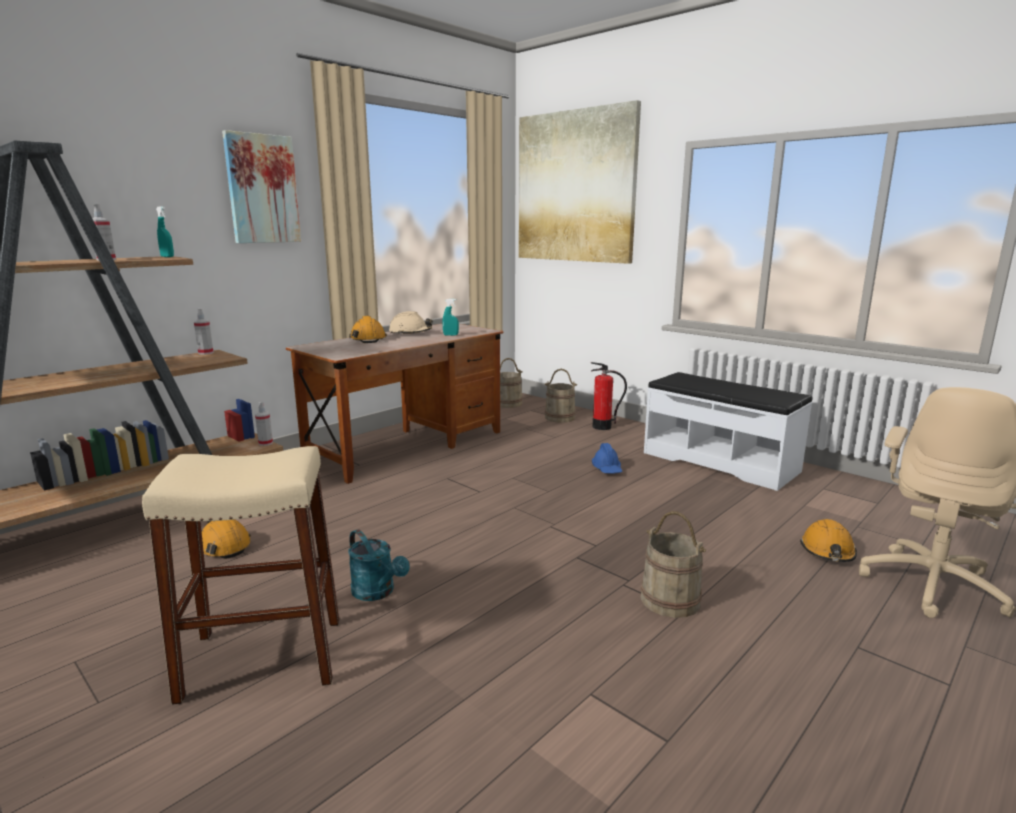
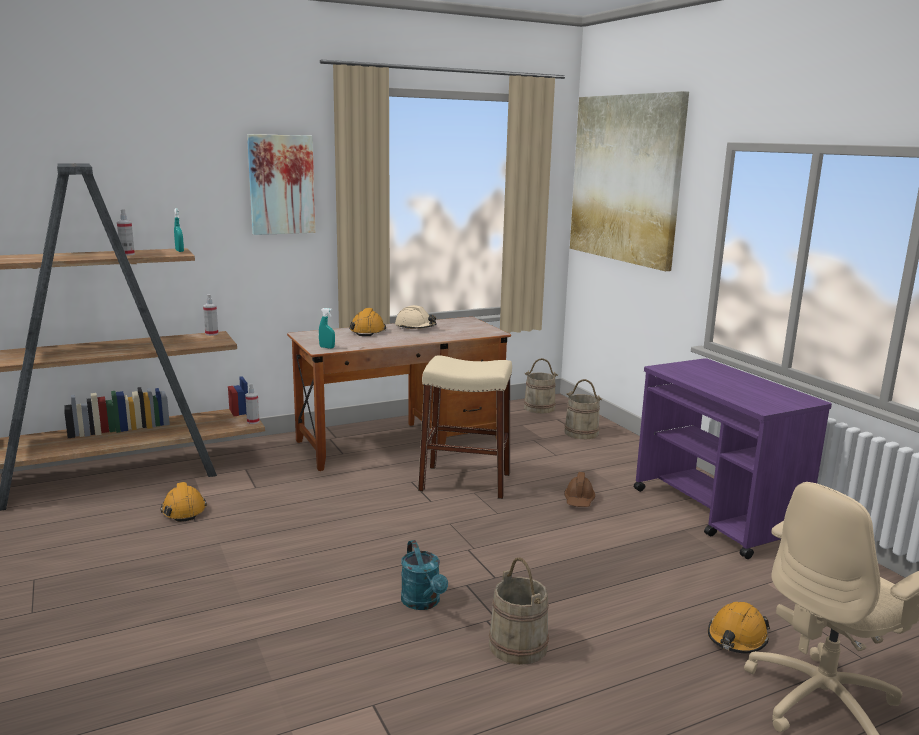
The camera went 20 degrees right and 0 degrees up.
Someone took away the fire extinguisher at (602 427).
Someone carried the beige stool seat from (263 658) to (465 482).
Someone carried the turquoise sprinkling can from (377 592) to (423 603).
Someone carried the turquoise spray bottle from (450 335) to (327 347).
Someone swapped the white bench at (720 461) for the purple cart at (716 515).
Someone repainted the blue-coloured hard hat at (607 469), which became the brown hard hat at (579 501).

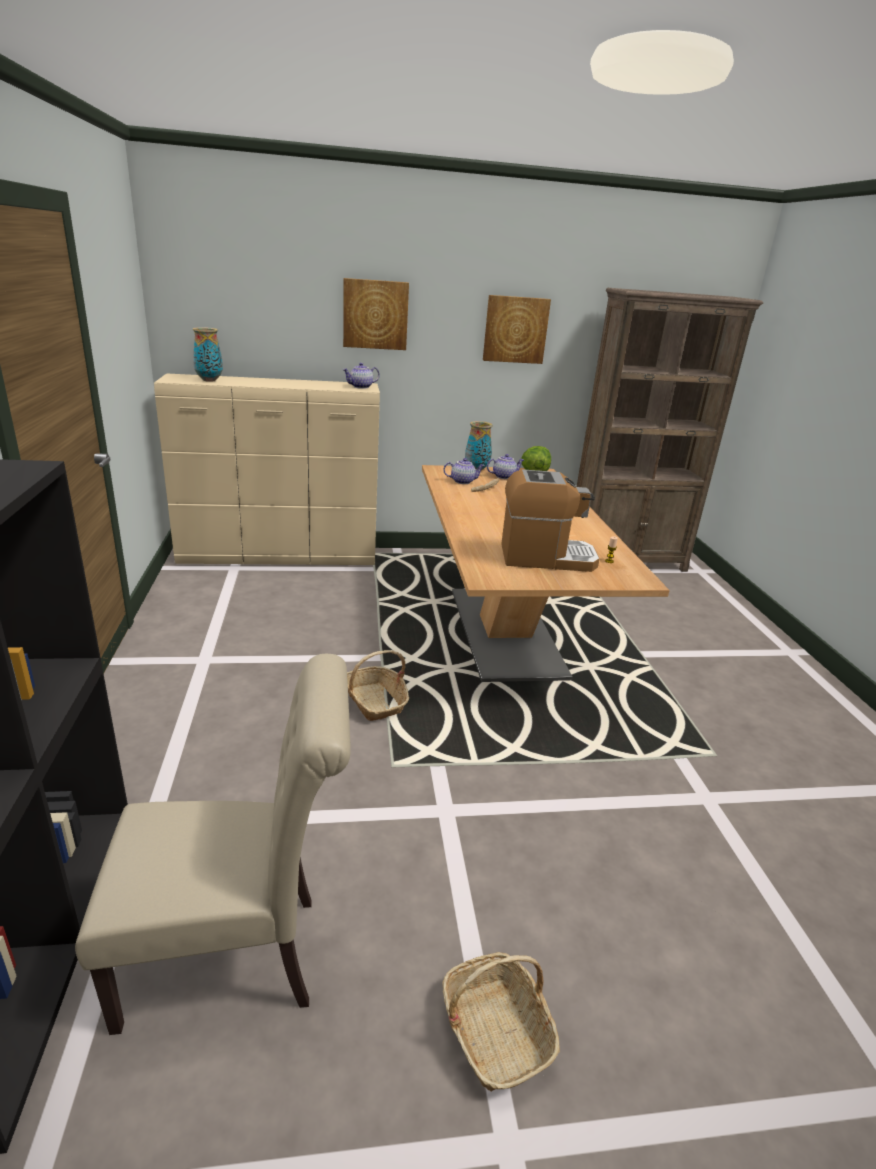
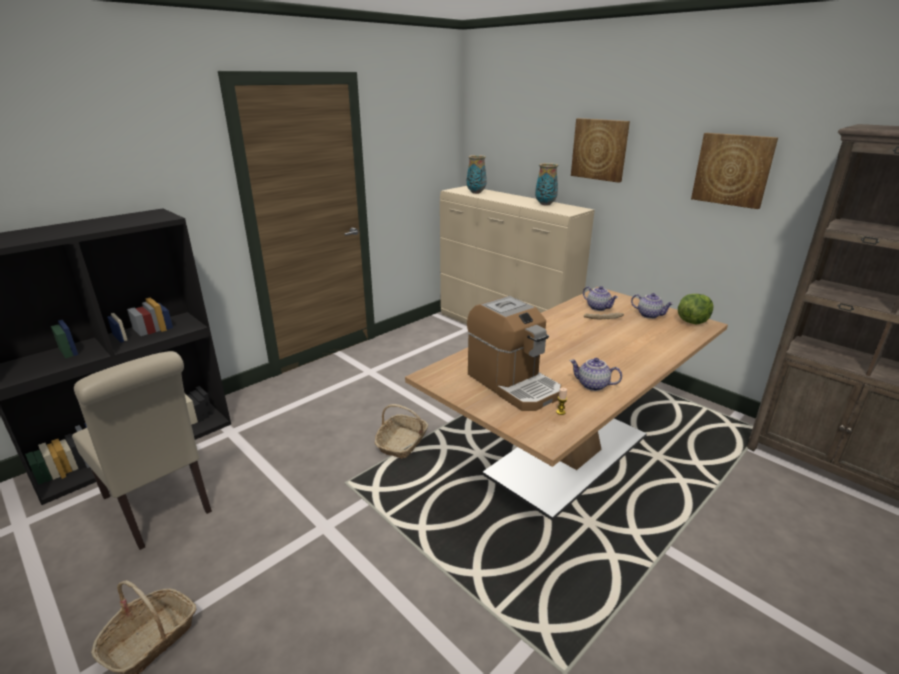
The camera went 55 degrees right and 0 degrees up.
Someone carried the pot for tea from (361 387) to (592 385).
Someone carried the vase from (477 469) to (545 204).

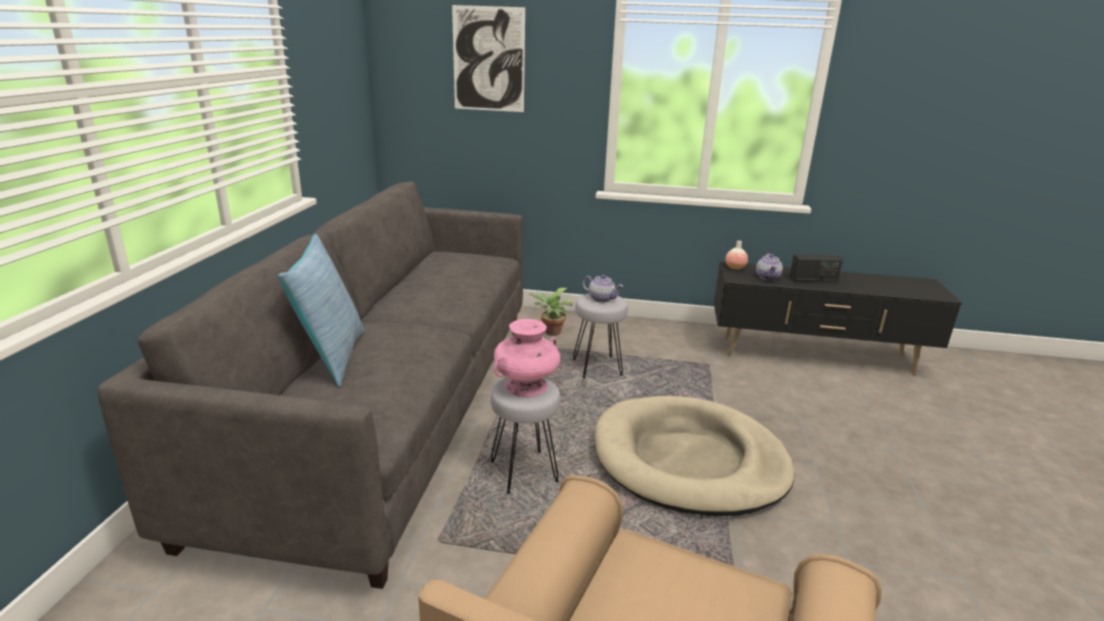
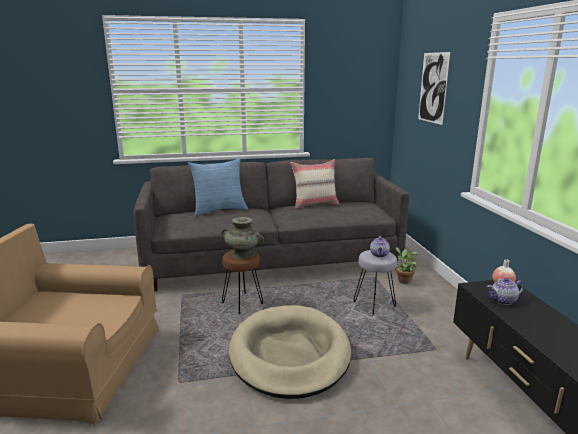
The camera went 70 degrees right and 5 degrees down.
Someone took away the radio at (813 279).
Someone put down the beige throw pillow at (315 204).
Someone repainted the gray stool seat at (524 471), which became the brown stool seat at (243 303).
Someone repainted the pink vase at (525 386), which became the turquoise vase at (242 254).

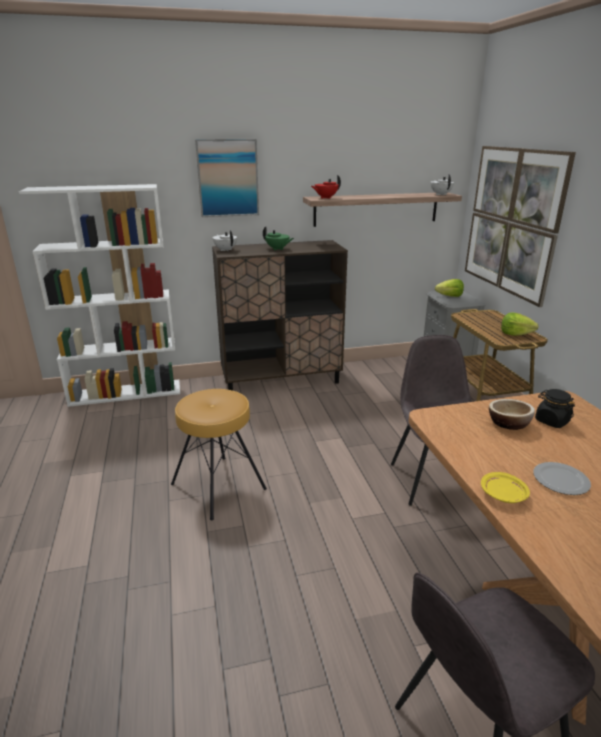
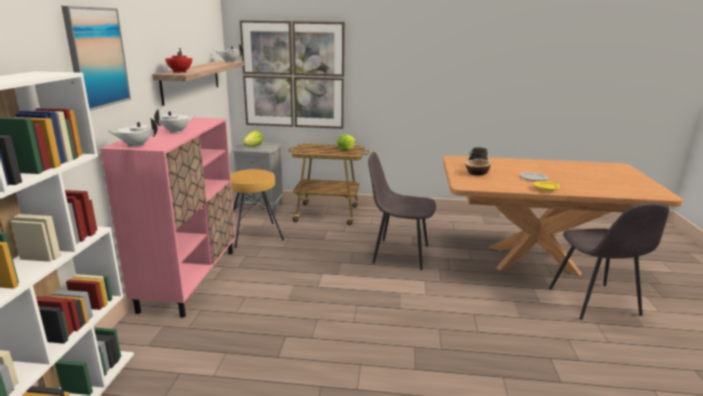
The camera went 70 degrees left and 5 degrees down.
Someone carried the brown stool seat from (219 486) to (254 234).
Someone repainted the brown cabinet at (281 380), which became the pink cabinet at (190 279).
Someone repainted the greenish pot for tea at (277 249), which became the white pot for tea at (176 131).

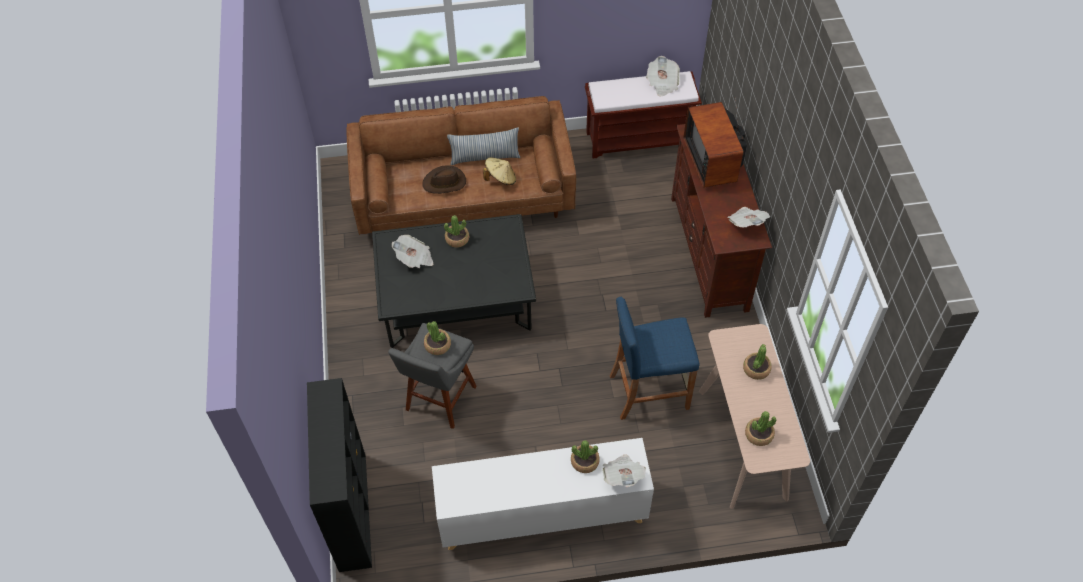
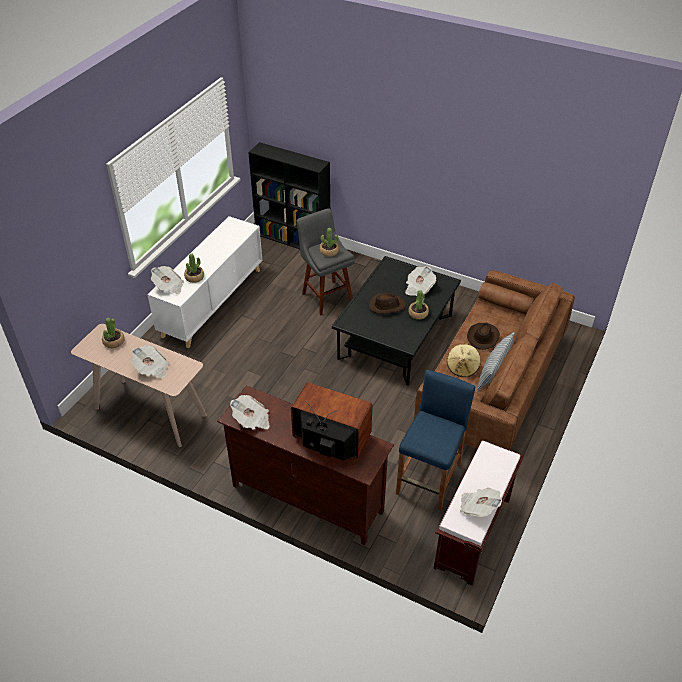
The camera went 125 degrees right and 10 degrees down.
Someone put down the brown wearable hat at (387 305).
Someone carried the blue-coloured stool seat from (649 391) to (429 479).
Someone swapped the plant in a pot at (756 369) for the newspaper at (152 369).

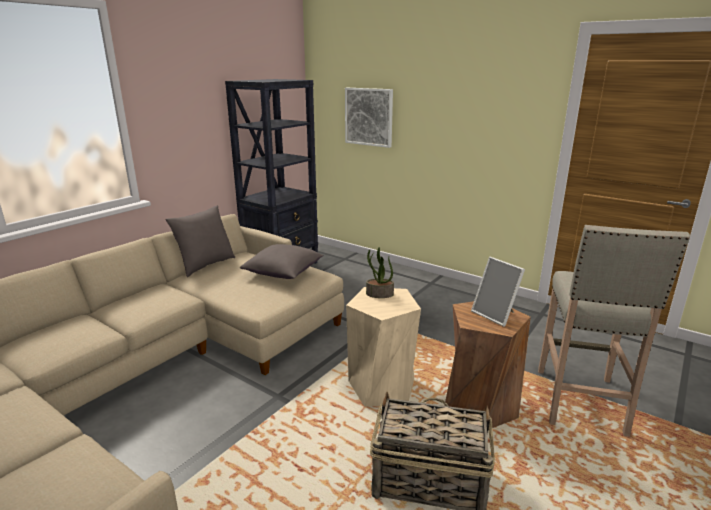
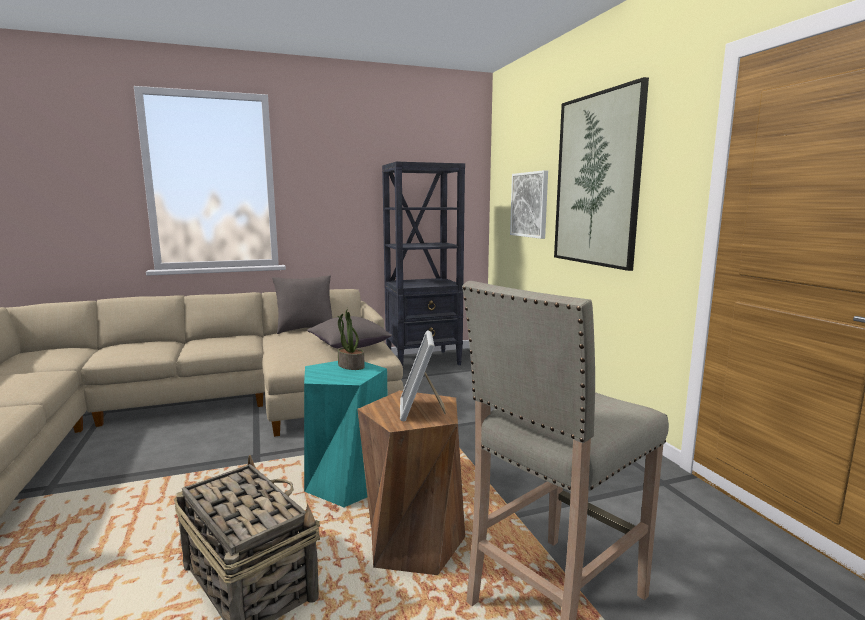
The camera went 35 degrees right and 10 degrees down.
Someone put up the picture at (596 180).
Someone repainted the beige stool seat at (382 387), which became the turquoise stool seat at (347 483).

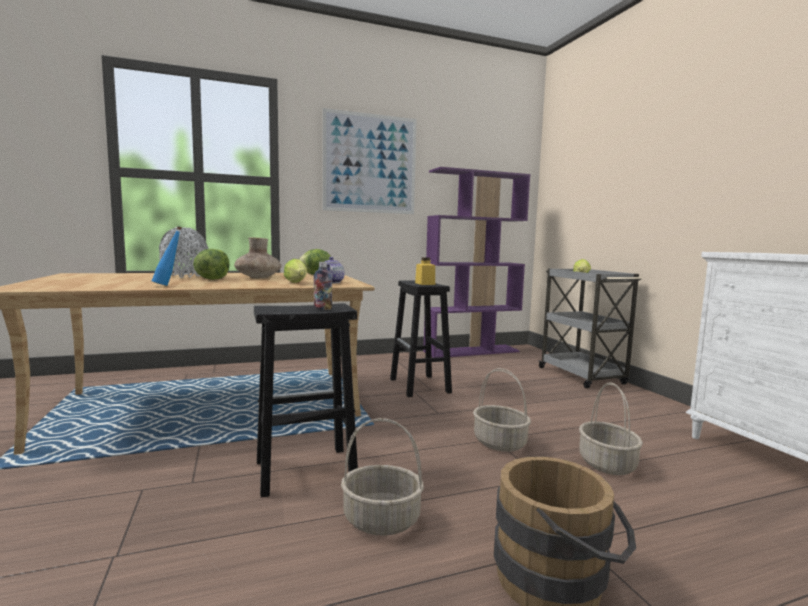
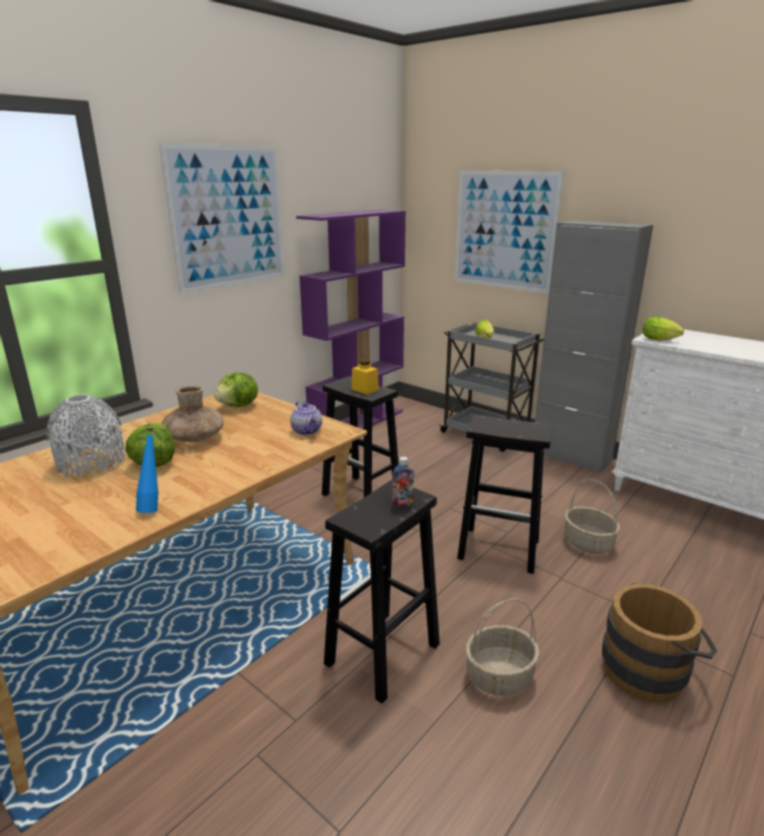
The camera went 30 degrees left and 15 degrees up.
Someone put up the picture at (504 231).
Someone put down the gray cabinet at (571 456).
Someone carried the lettuce from (297 283) to (661 340).
Someone swapped the household basket at (500 443) for the blackish stool seat at (500 549).

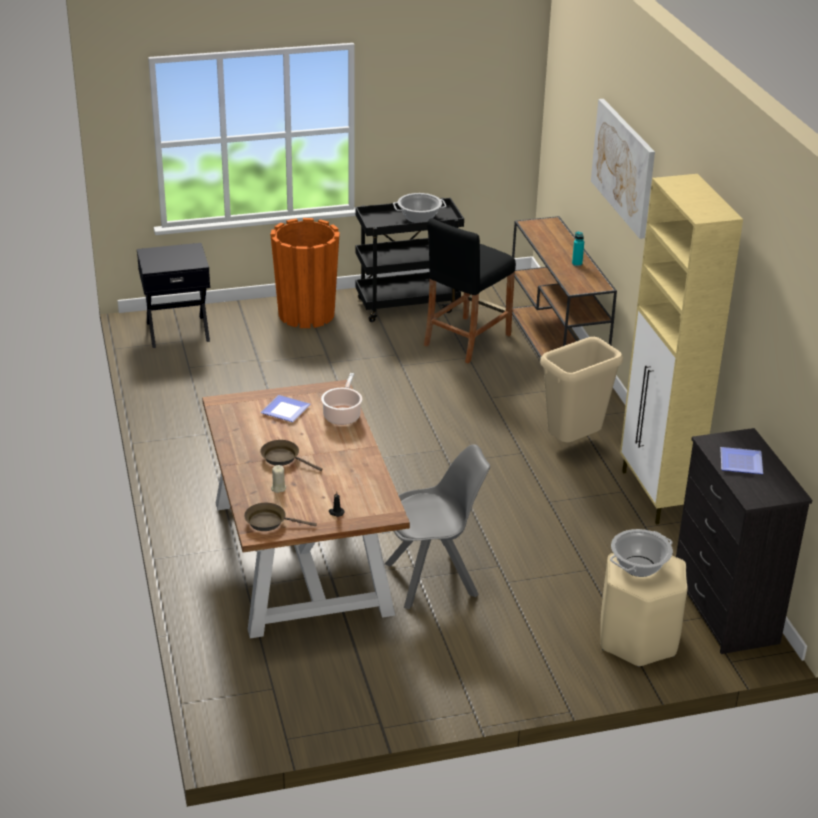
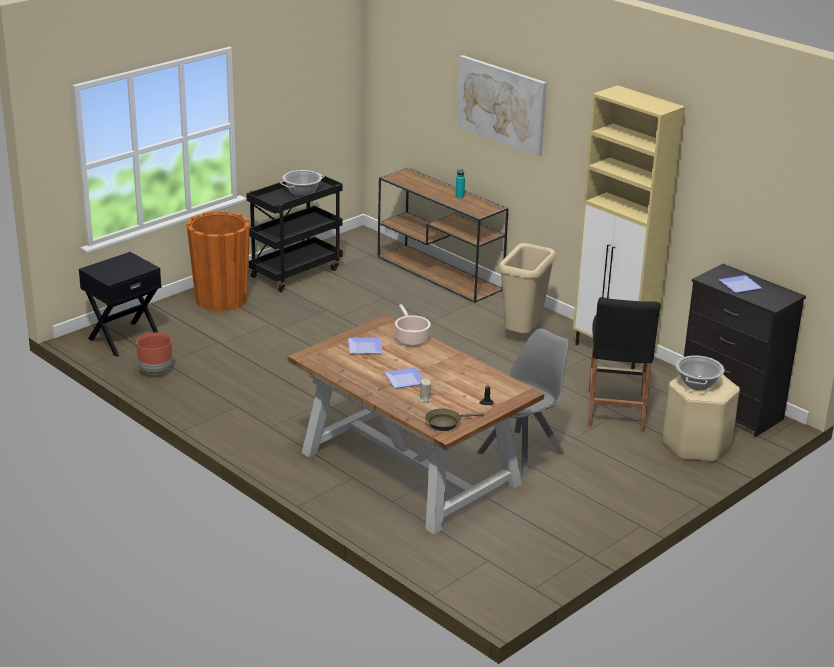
The camera went 30 degrees left and 5 degrees down.
Someone put down the brown planter at (155 371).
Someone carried the blackish stool seat from (466 340) to (615 410).
Someone swapped the brown skillet at (283 458) for the plate at (403 379).

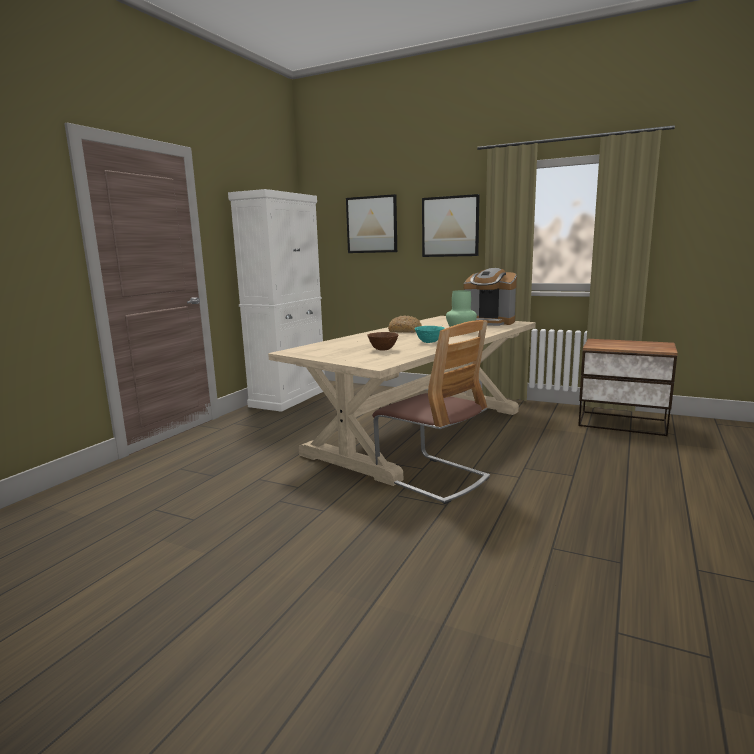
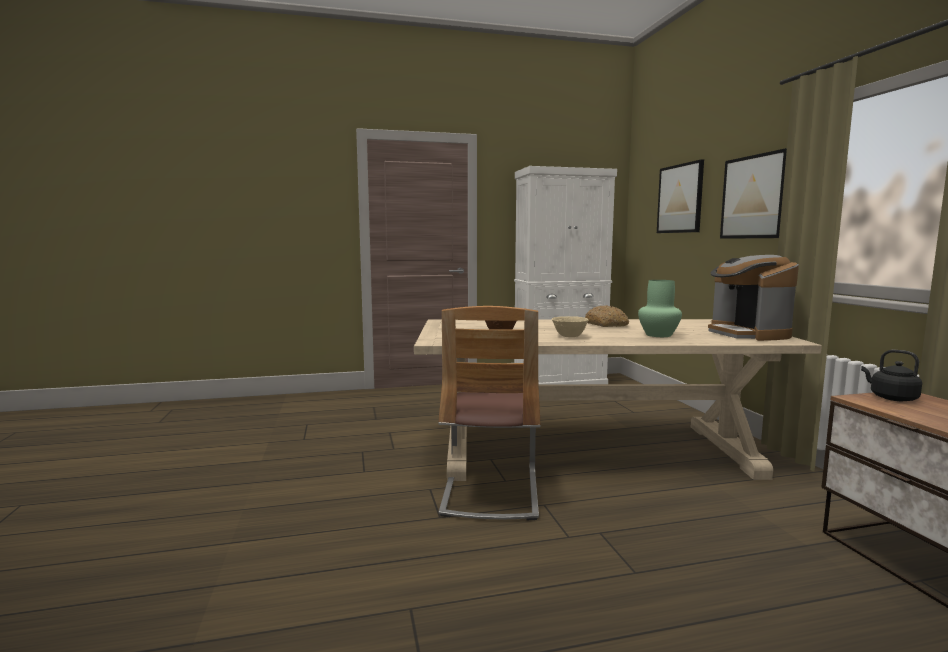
The camera went 50 degrees right and 5 degrees down.
Someone put down the blackish water kettle at (891 398).
Someone repainted the turquoise deep dish at (429 342), which became the beige deep dish at (569 337).

